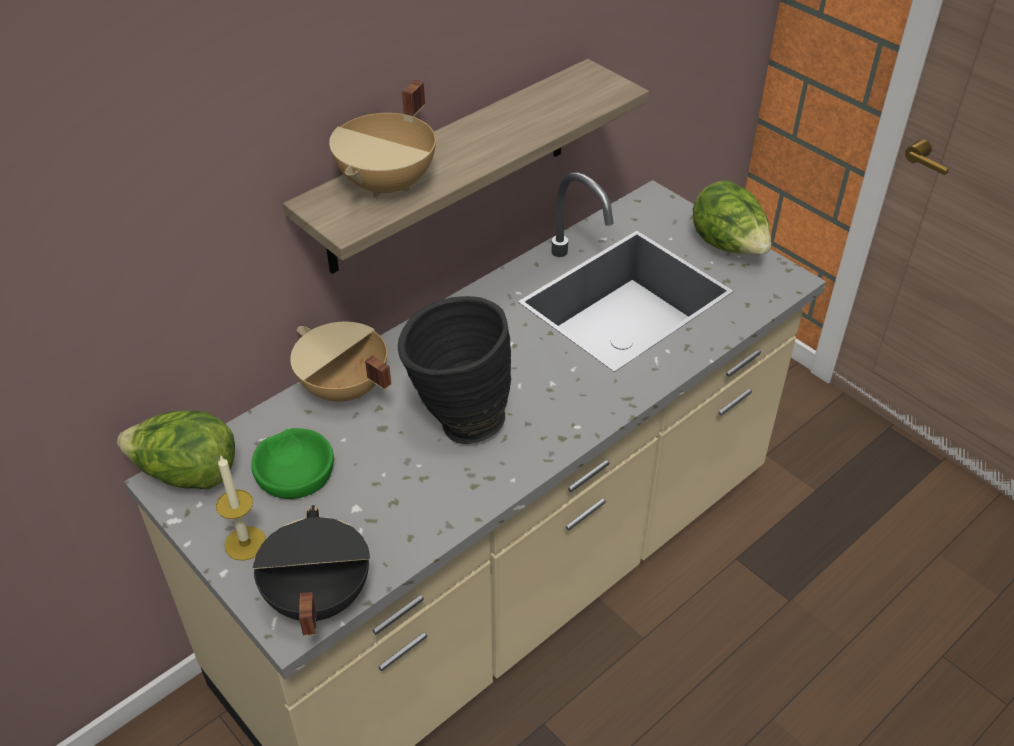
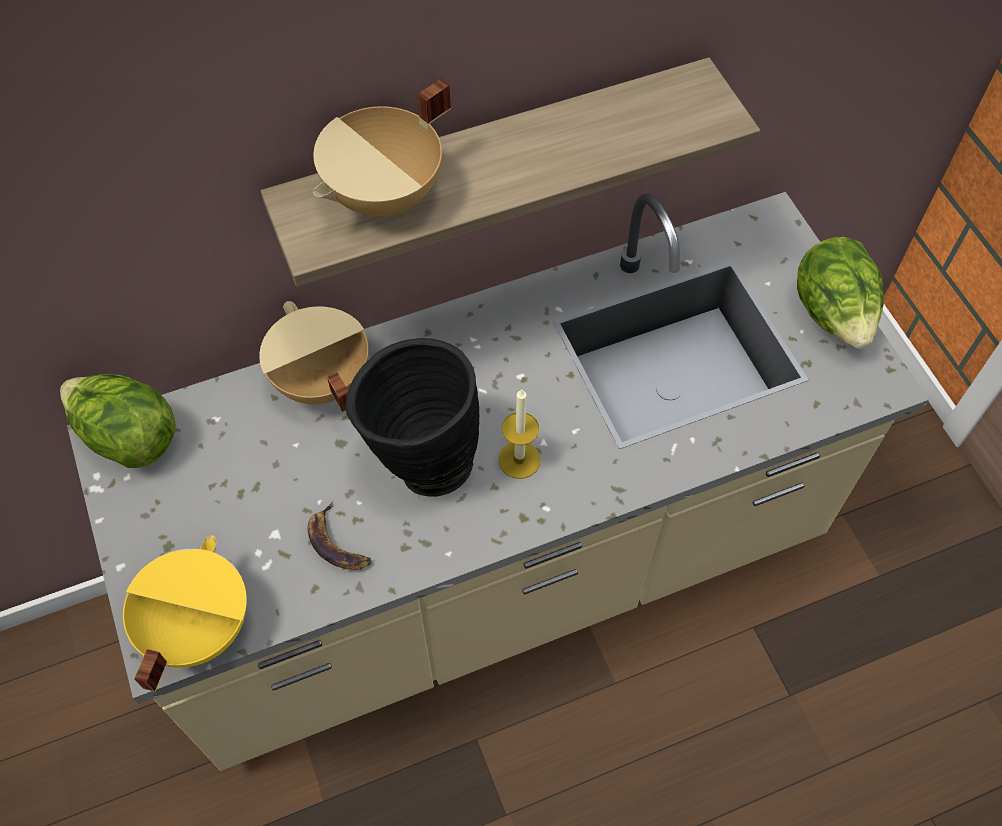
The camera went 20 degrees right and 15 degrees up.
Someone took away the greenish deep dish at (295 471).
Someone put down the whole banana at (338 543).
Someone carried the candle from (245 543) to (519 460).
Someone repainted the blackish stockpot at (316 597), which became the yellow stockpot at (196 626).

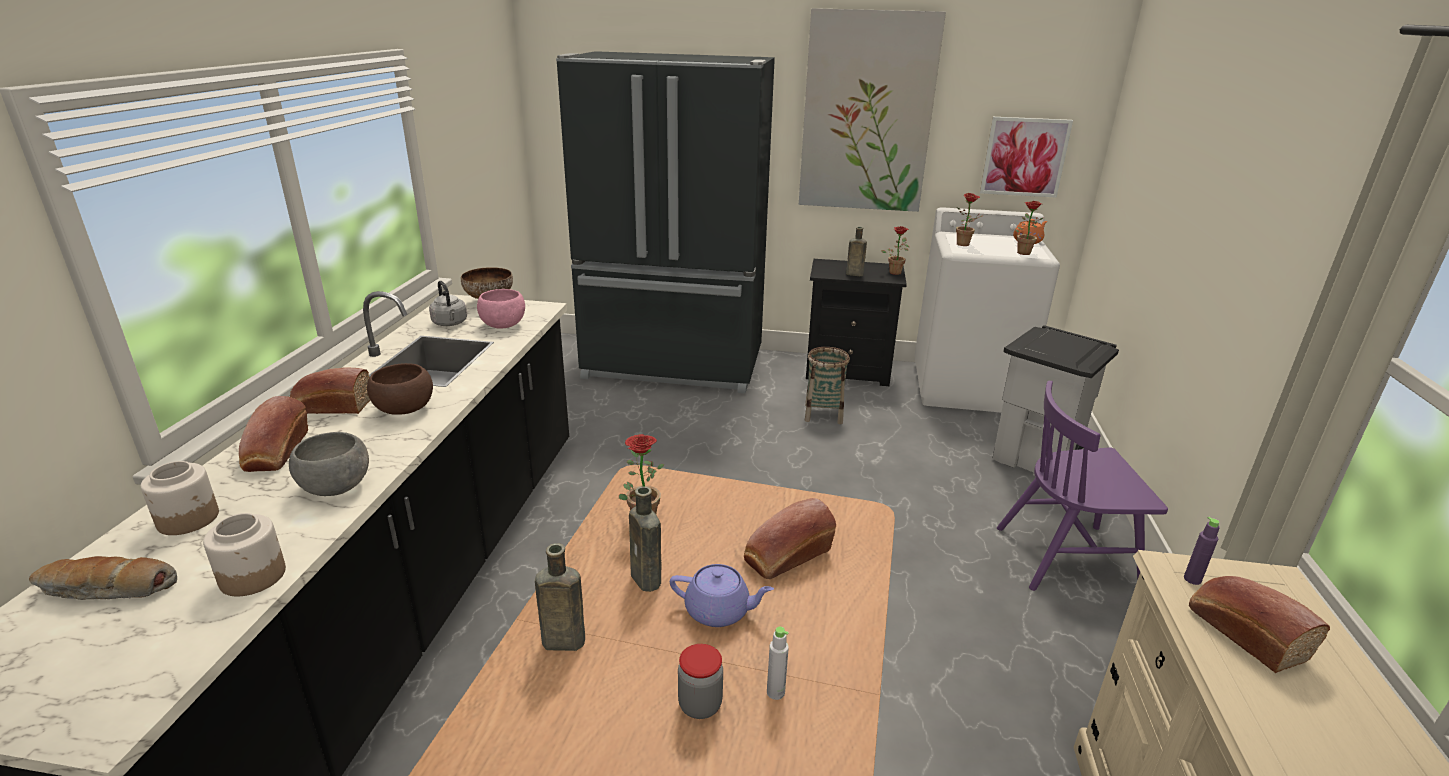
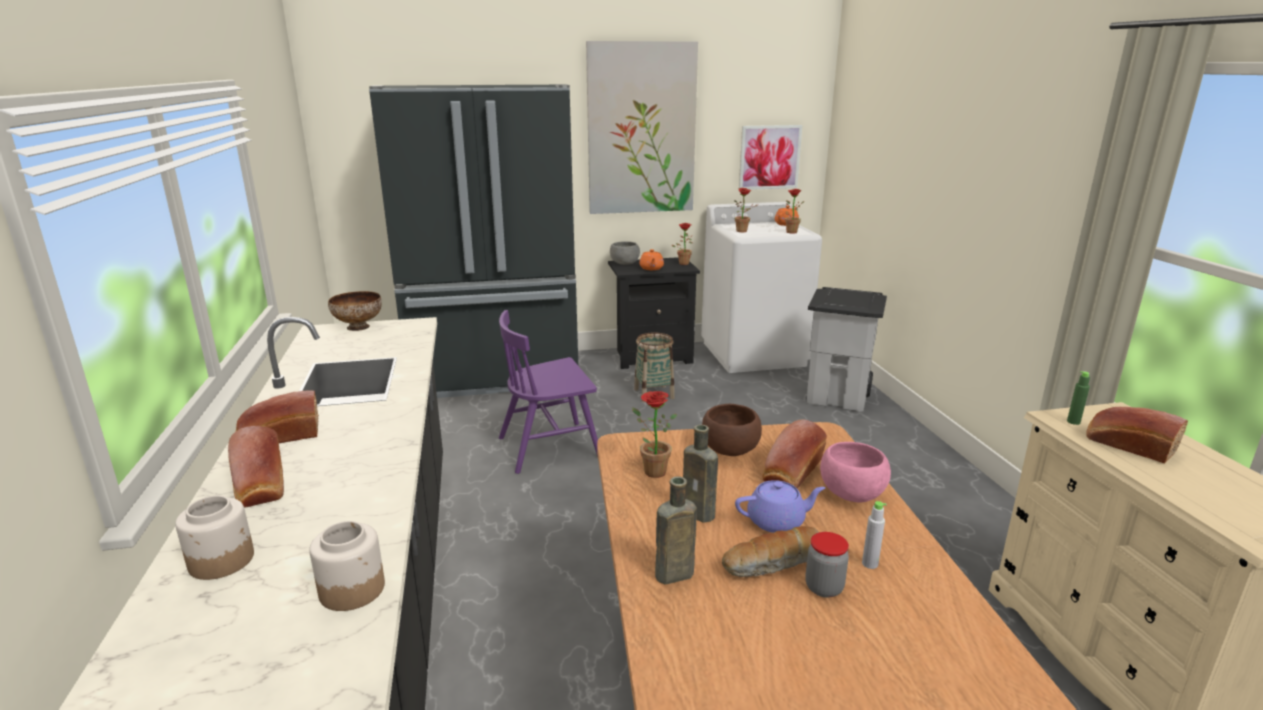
The camera went 20 degrees left and 5 degrees down.
Someone took away the gray water kettle at (450 323).
Someone carried the baked bread from (107 590) to (773 564).
Someone carried the gray deep dish from (336 487) to (625 264).
Someone carried the brown deep dish from (404 409) to (730 450).
Someone carried the pink deep dish from (503 325) to (851 494).
Someone carried the purple chair from (1067 557) to (549 447).
Someone swapped the brown drink bottle at (853 274) for the orange-coloured pot for tea at (651 268).
Someone repainted the purple drink bottle at (1192 579), which became the greenish drink bottle at (1073 422).

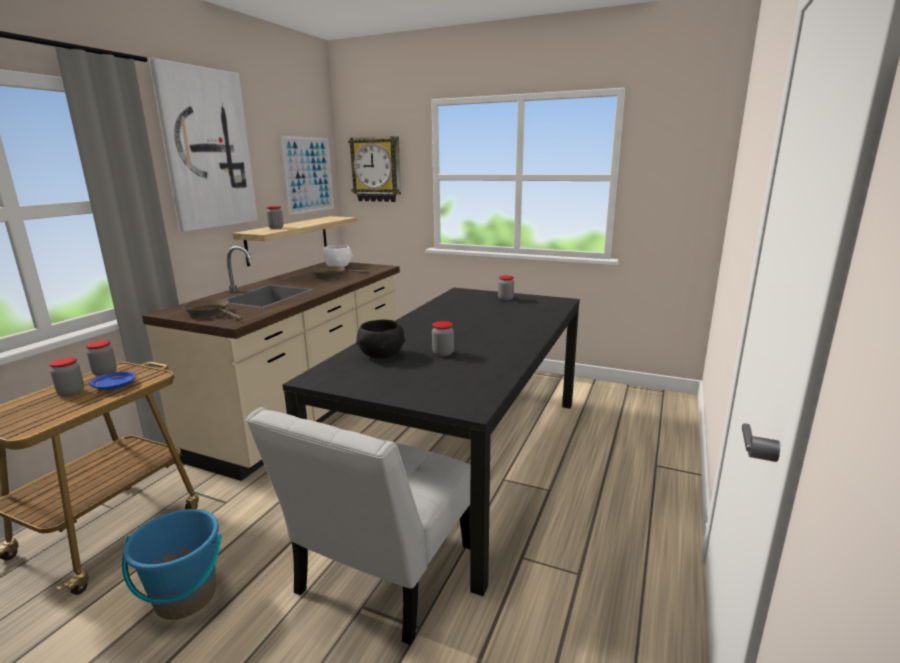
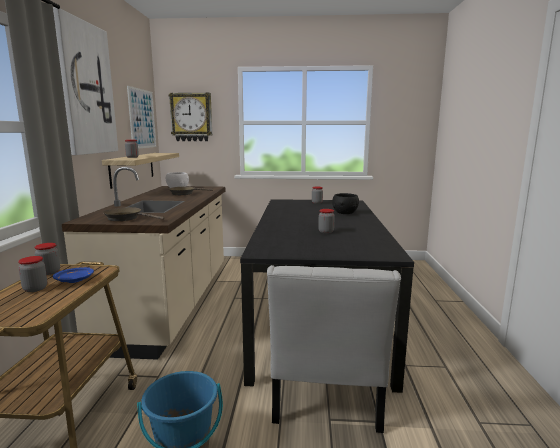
The camera went 20 degrees left and 5 degrees down.
Someone carried the blackish deep dish from (382 355) to (345 213).

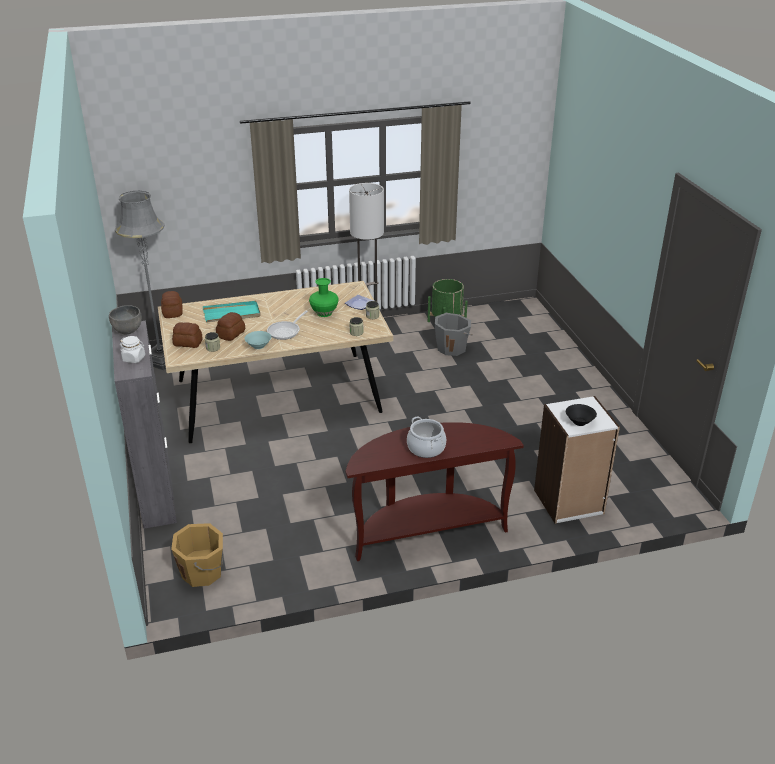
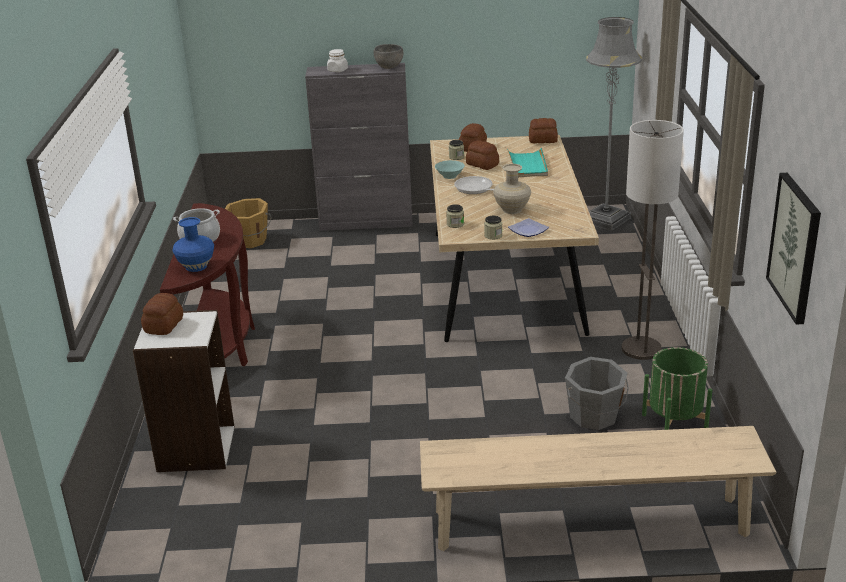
The camera went 105 degrees right and 5 degrees down.
Someone put down the blue-coloured vase at (196 266).
Someone put down the beige bench at (589 523).
Someone put up the picture at (795 247).
Someone swapped the blackish deep dish at (579 421) for the baked bread at (164 325).
Someone repainted the greenish vase at (324 313), which became the beige vase at (512 210).

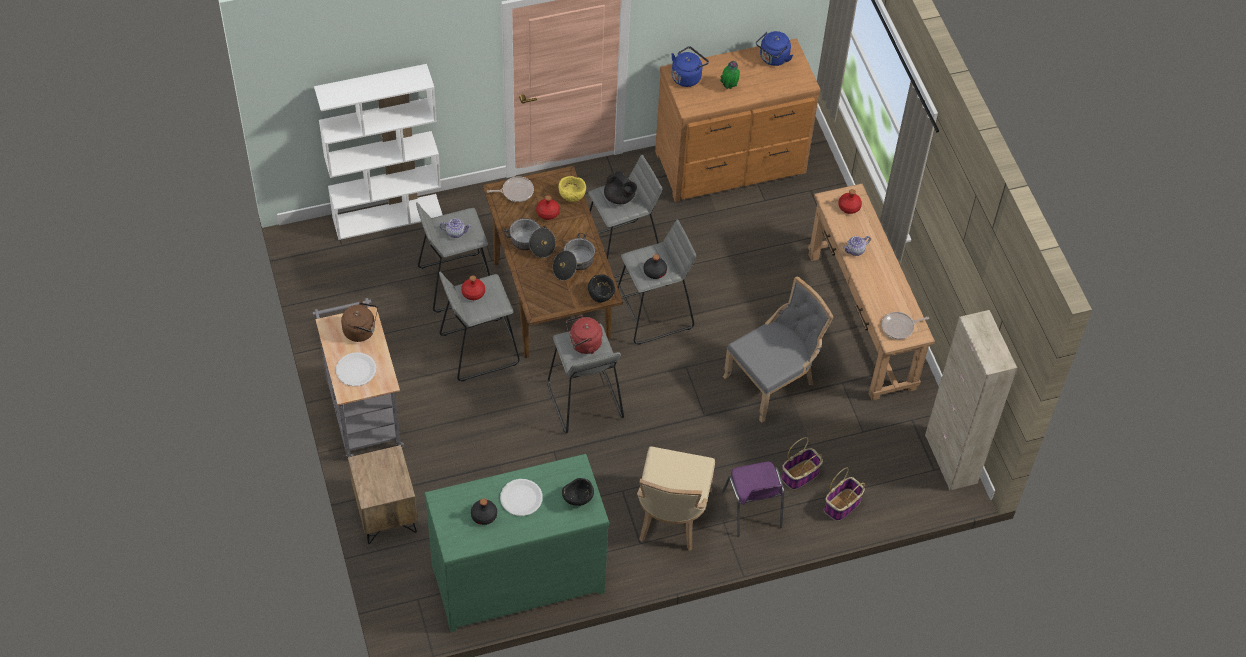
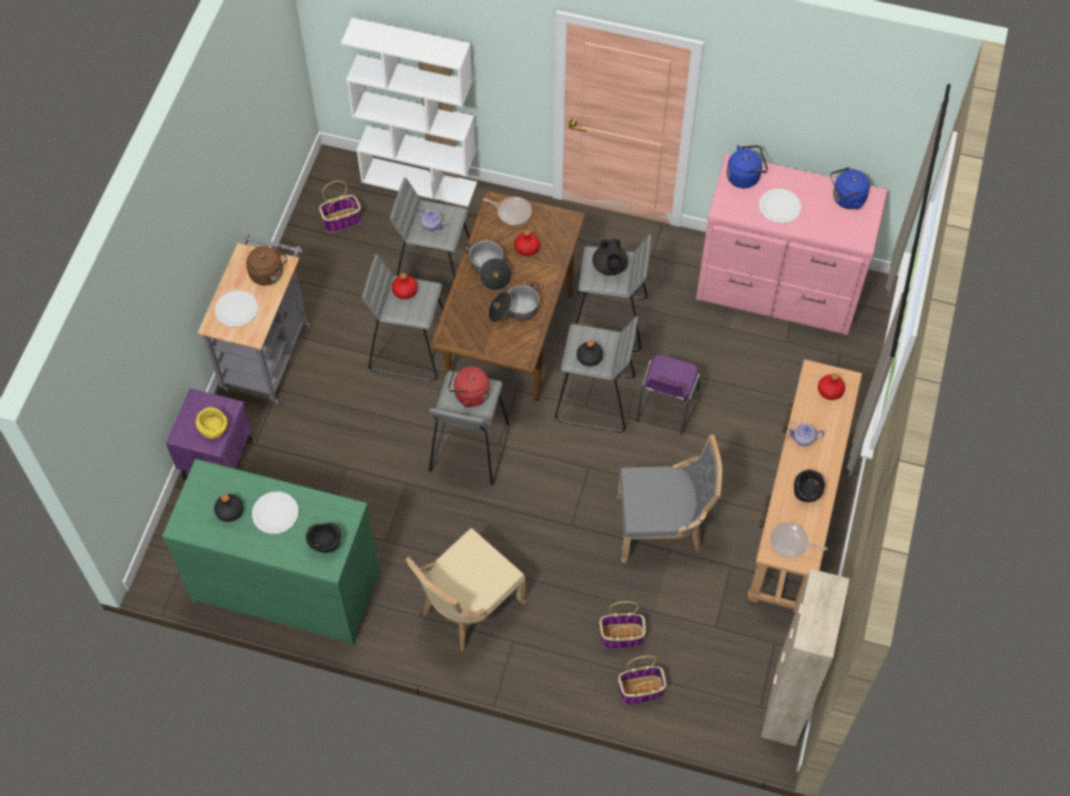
The camera went 35 degrees right and 5 degrees up.
Someone put down the household basket at (342 220).
Someone carried the yellow deep dish from (572 195) to (214 429).
Someone carried the blackish deep dish from (601 295) to (807 493).
Someone carried the purple chair from (752 511) to (666 406).
Someone swapped the plant in a pot at (729 87) for the white plate at (779 207).
Someone repainted the brown bedside table at (385 513), which became the purple bedside table at (217 458).
Someone repainted the brown chest of drawers at (731 164), which became the pink chest of drawers at (779 289).

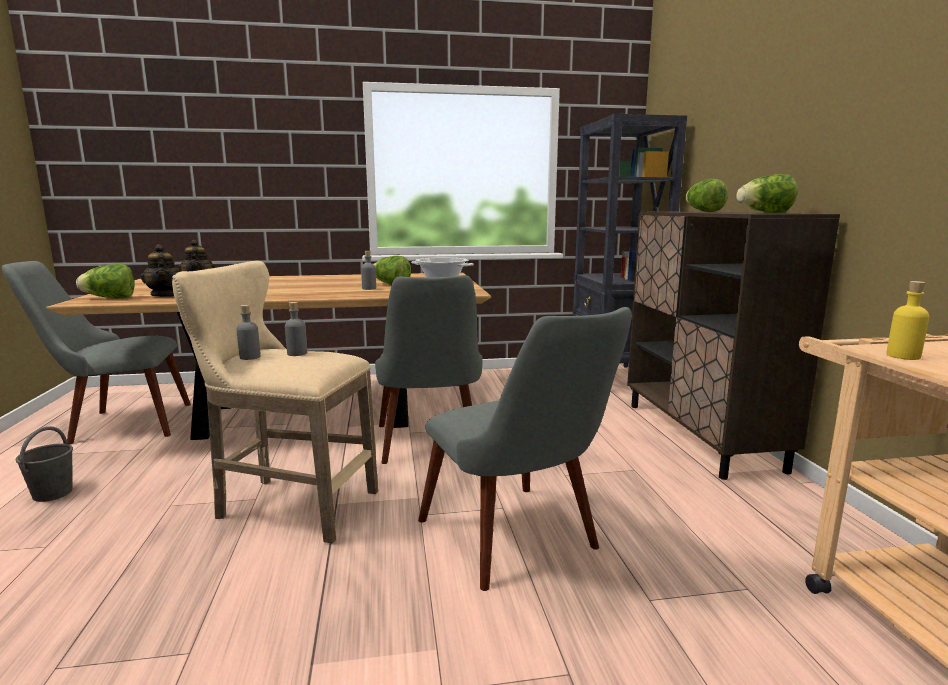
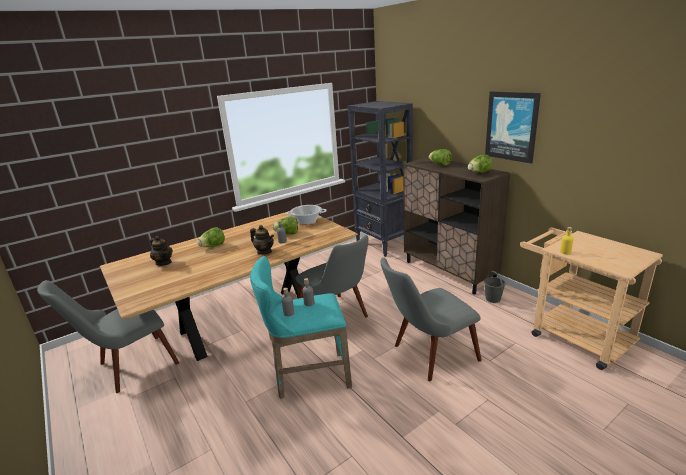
The camera went 25 degrees left and 10 degrees up.
Someone put up the picture at (511 126).
Someone carried the gray water bucket from (53 493) to (492 298).
Someone carried the lettuce from (110 298) to (213 246).
Someone carried the pot for tea from (165 295) to (264 252).
Someone repainted the beige stool seat at (289 505), which became the turquoise stool seat at (308 377).
Someone rotated the gray chair at (520 544) by 120 degrees clockwise.

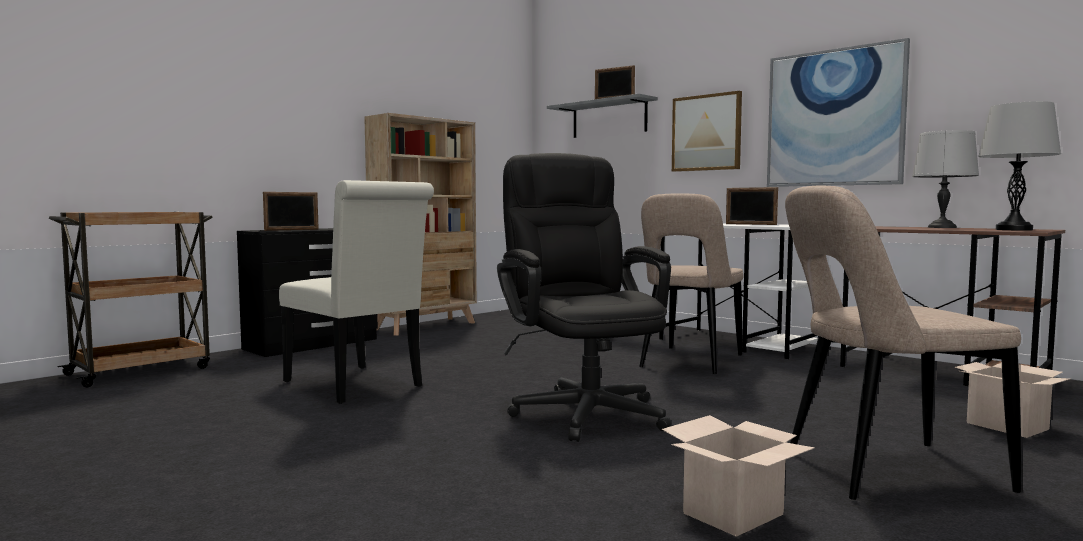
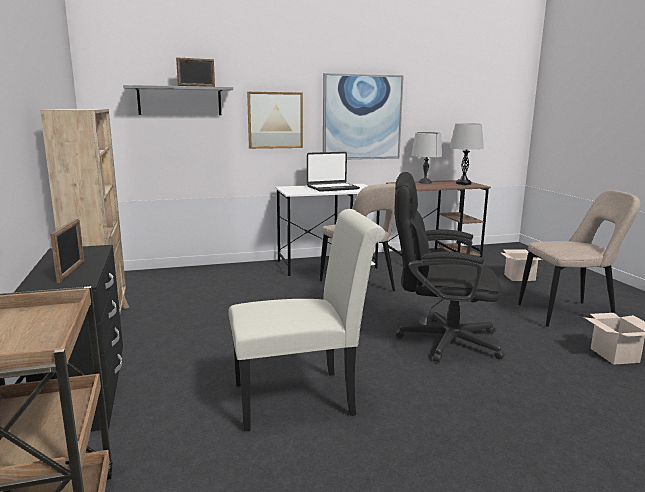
The camera went 60 degrees left and 10 degrees up.
Someone swapped the picture frame at (750 224) for the laptop at (332 188).
Someone rotated the beige chair at (883 472) by 120 degrees counterclockwise.

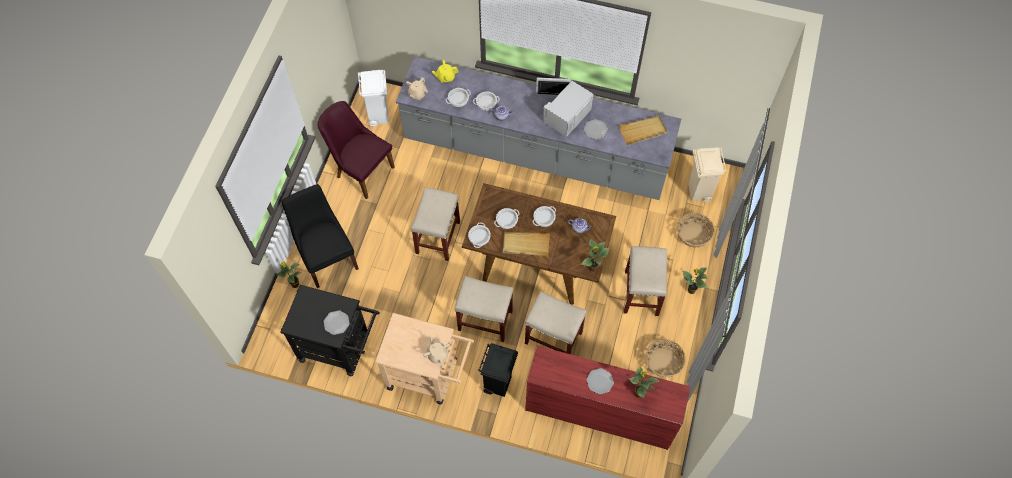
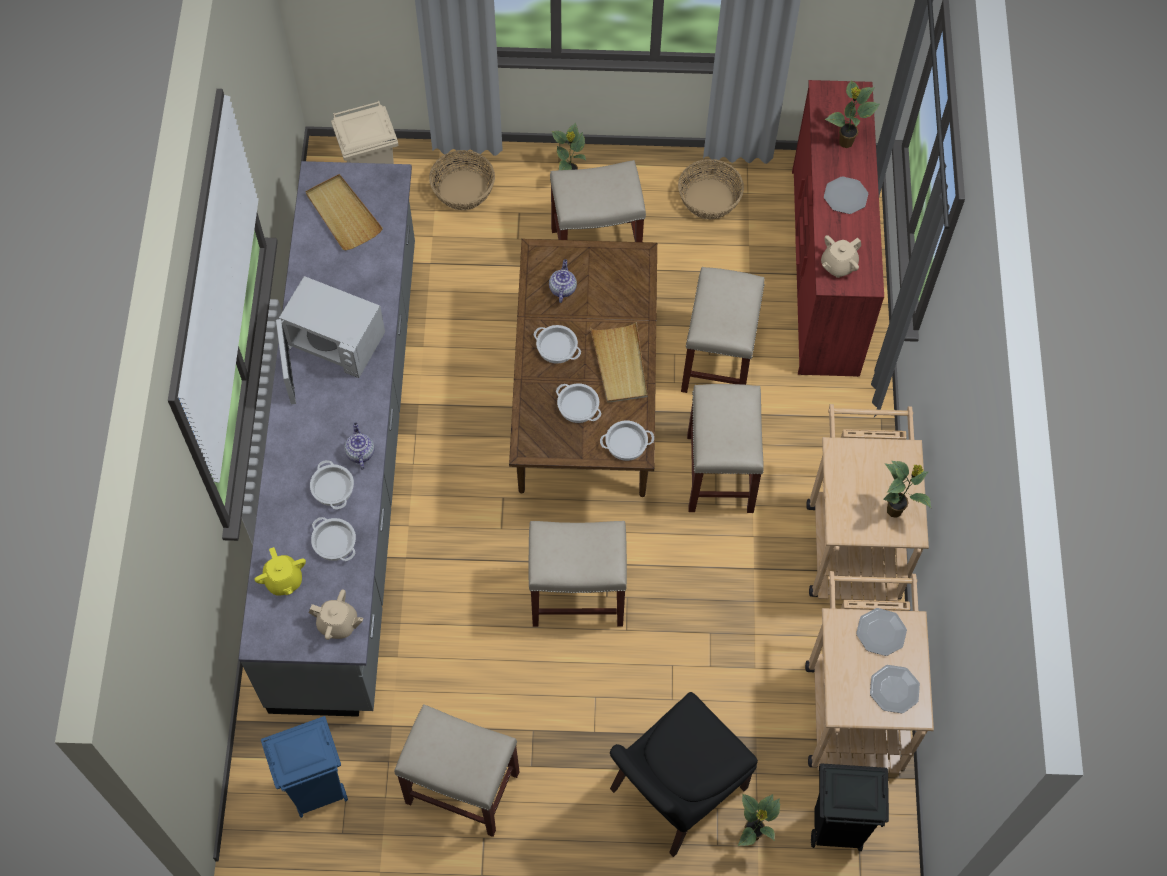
The camera went 105 degrees left and 0 degrees up.
Someone carried the beige pot for tea from (437 354) to (838 265).
Someone carried the blackish waste bin from (498 383) to (834 829).
Someone carried the plant in a pot from (592 268) to (895 510).
Someone carried the plate from (595 130) to (894 689).
Someone swapped the purple chair at (360 170) for the beige stool seat at (461 787).
Someone repainted the blackish cart at (340 348), which became the beige cart at (853 703).
Someone repainted the white waste bin at (379 116), which became the blue-coloured waste bin at (317 791).

